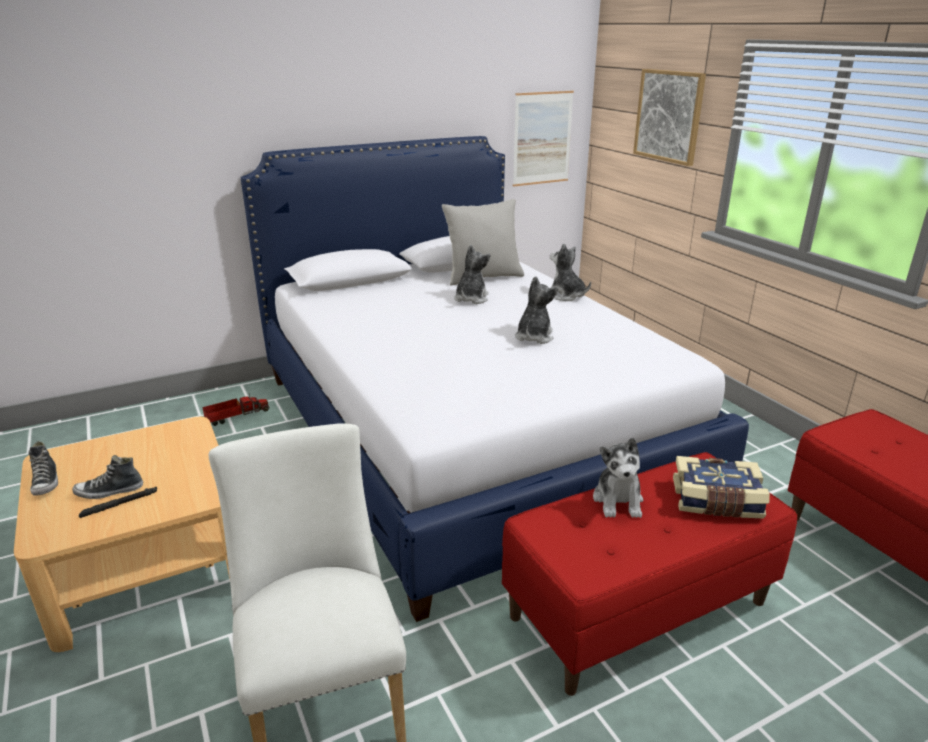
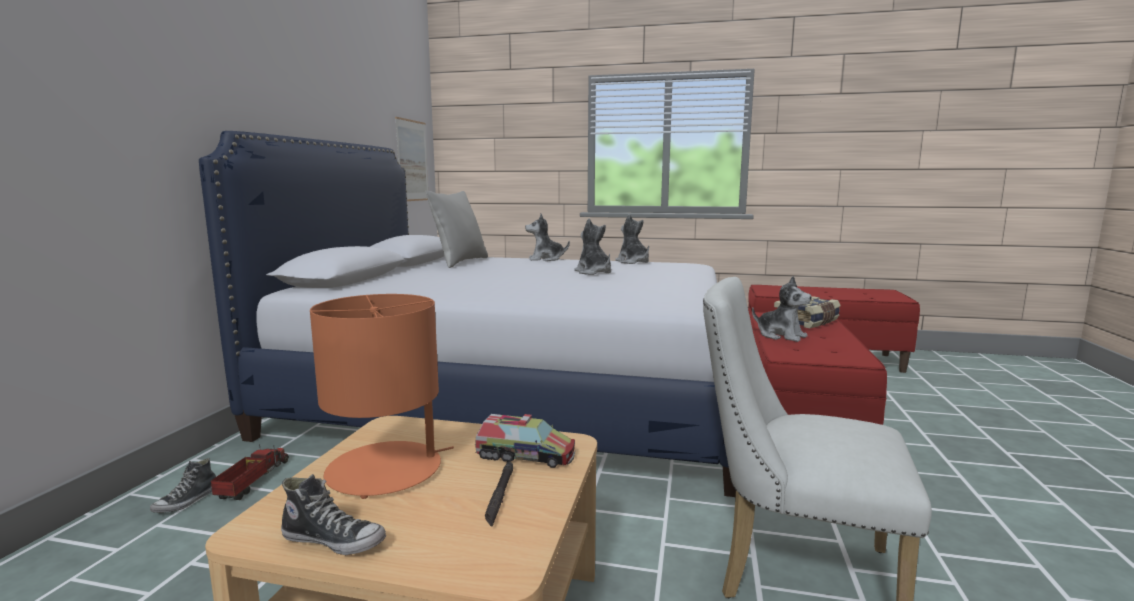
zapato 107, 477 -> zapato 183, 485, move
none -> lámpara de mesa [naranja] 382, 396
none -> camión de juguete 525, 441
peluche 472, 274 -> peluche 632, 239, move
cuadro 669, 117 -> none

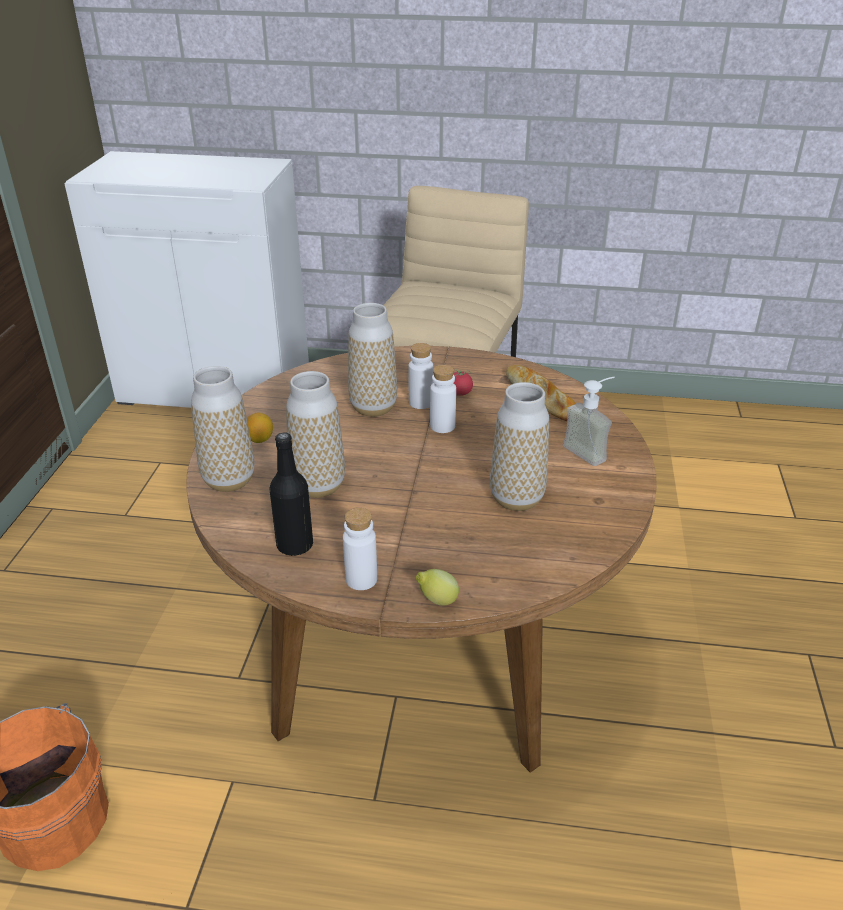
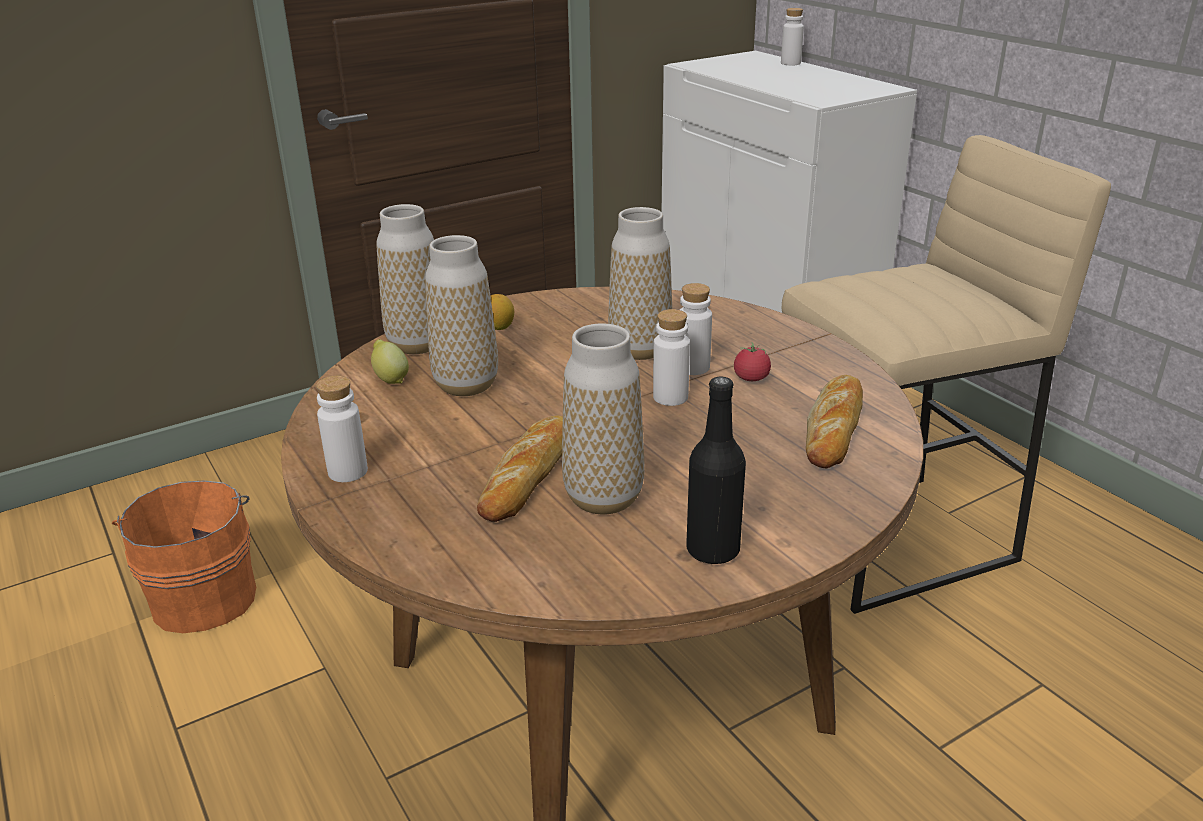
limón 437, 587 -> limón 390, 361, move
none -> pan 520, 468
botella [negro] 291, 494 -> botella [negro] 716, 470, move
none -> botella [blanco] 792, 37
dispensador de jabón 588, 421 -> none

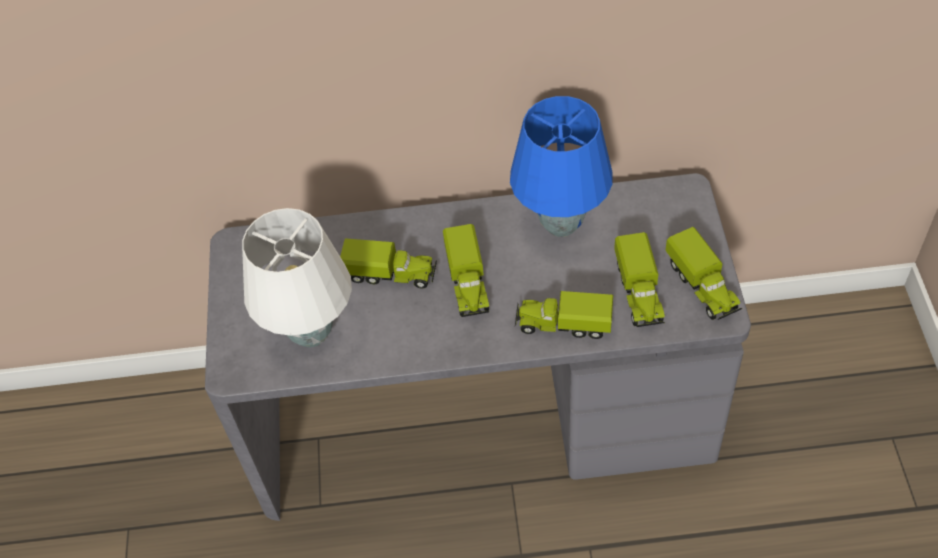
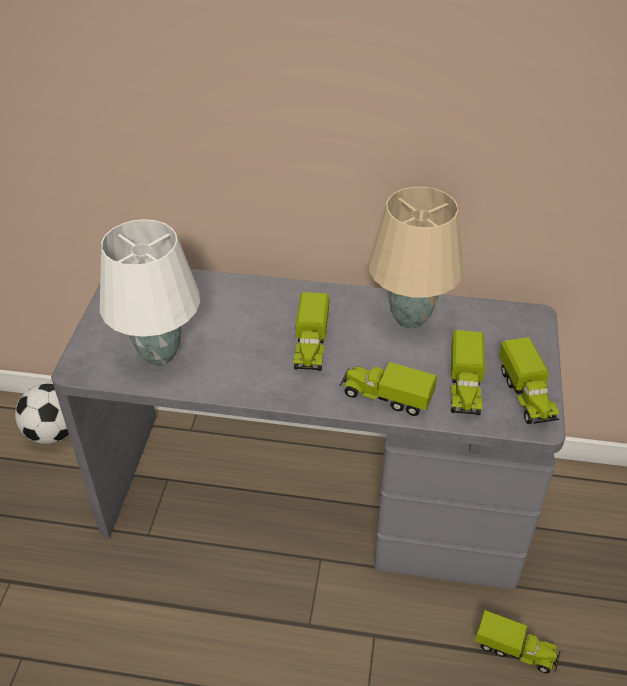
none -> balón de fútbol 42, 414
lámpara de mesa [azul] 561, 166 -> lámpara de mesa [beis] 416, 257
camión de juguete 388, 263 -> camión de juguete 518, 641, move

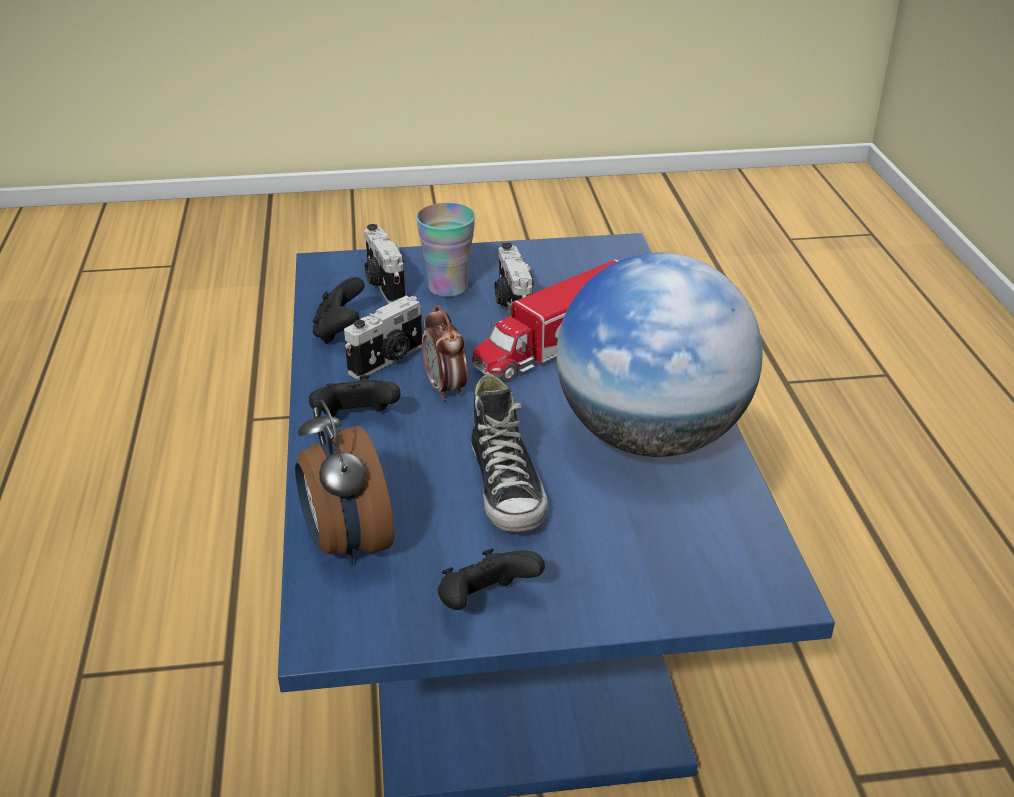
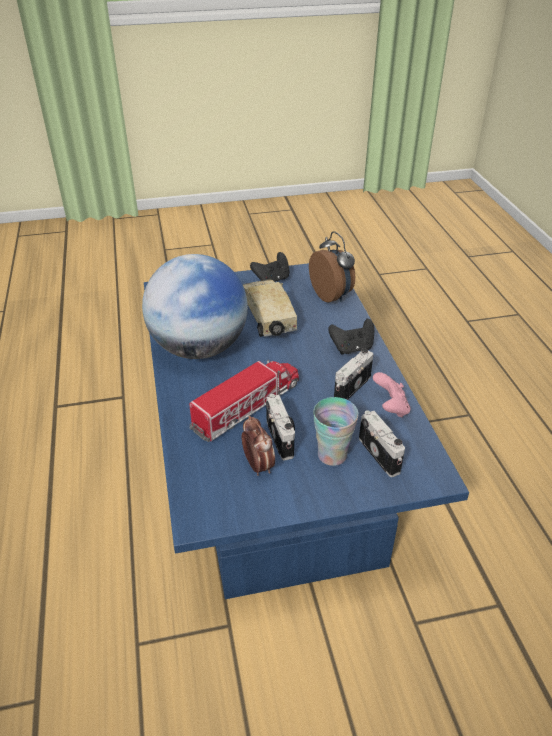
despertador 444, 353 -> despertador 258, 446, move
zapato 509, 453 -> camión de juguete 270, 308
mando de consola [negro] 339, 310 -> mando de consola [rosa] 391, 395

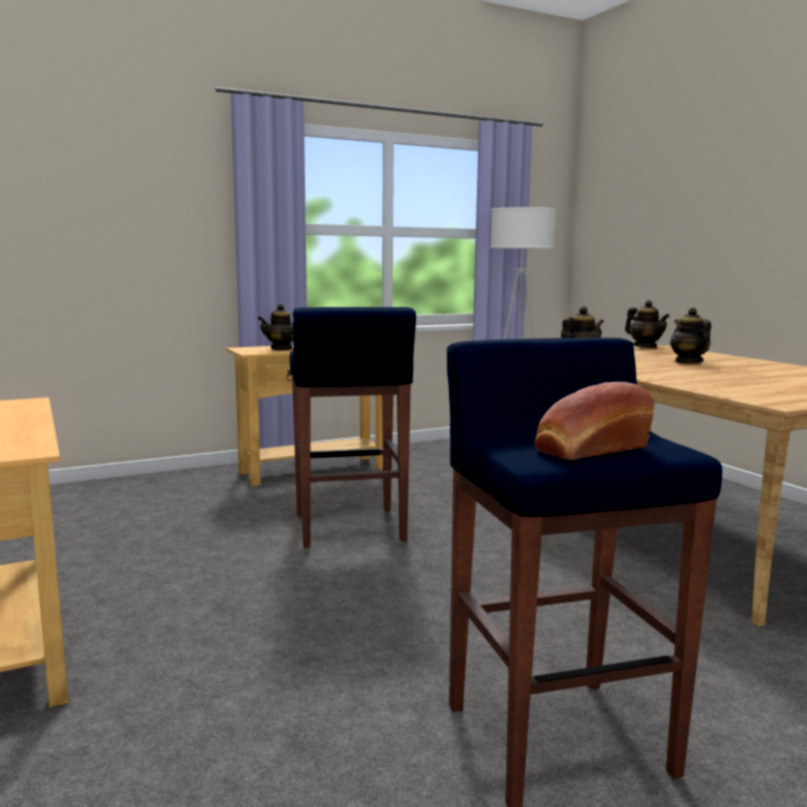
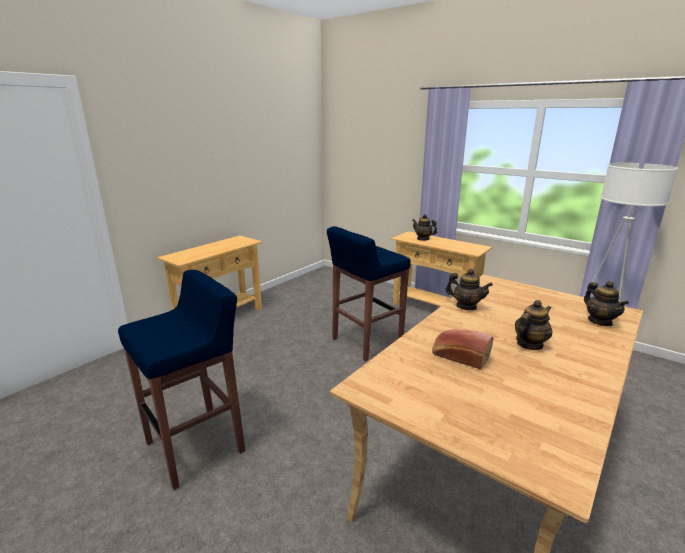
pan 595, 421 -> pan 463, 349, move
tetera 647, 324 -> tetera 606, 303, 45 degrees counterclockwise

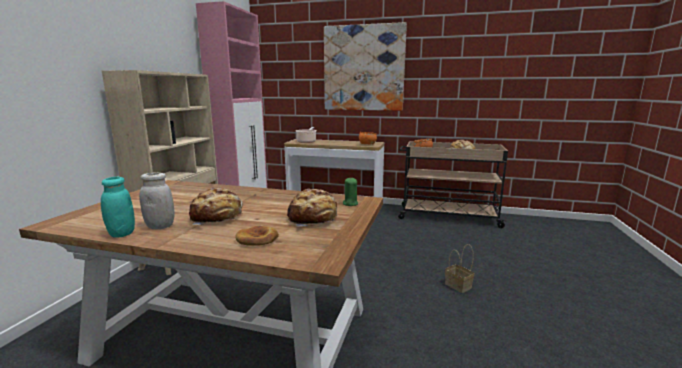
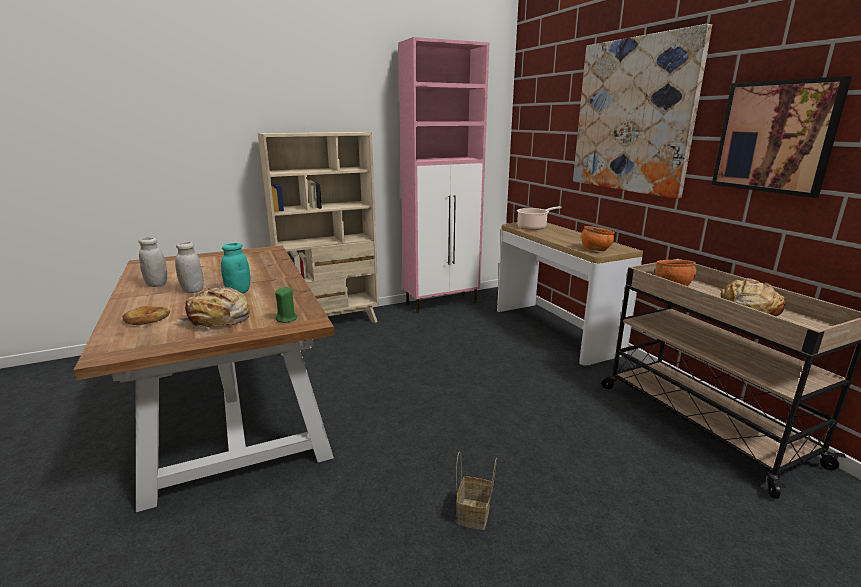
pan 216, 206 -> tarro [blanco] 189, 267
tarro [turquesa] 118, 207 -> tarro [turquesa] 235, 268, move
none -> cuadro 782, 137

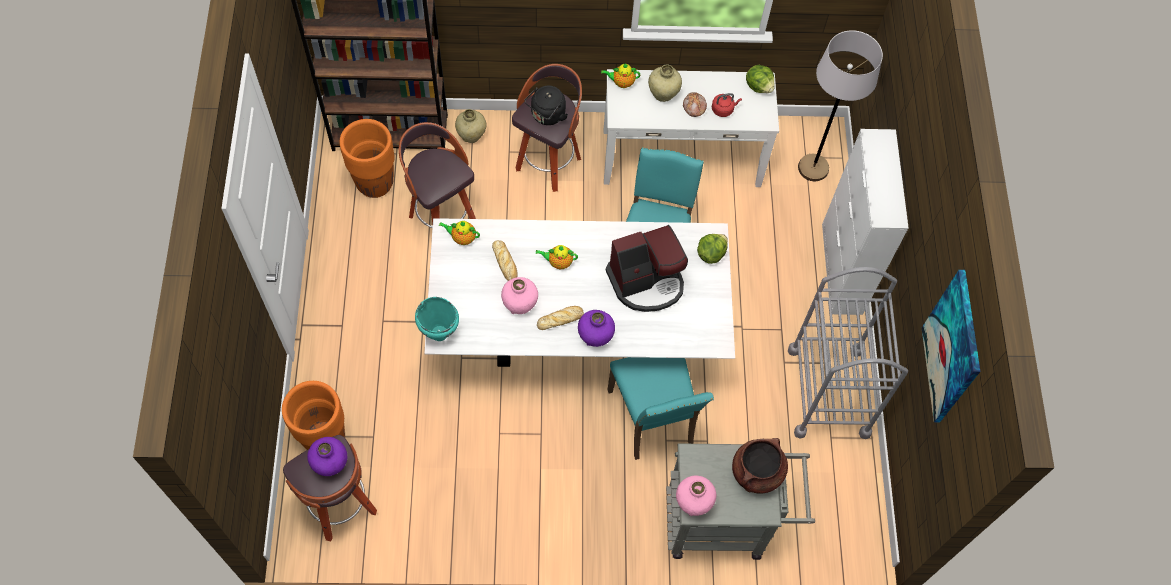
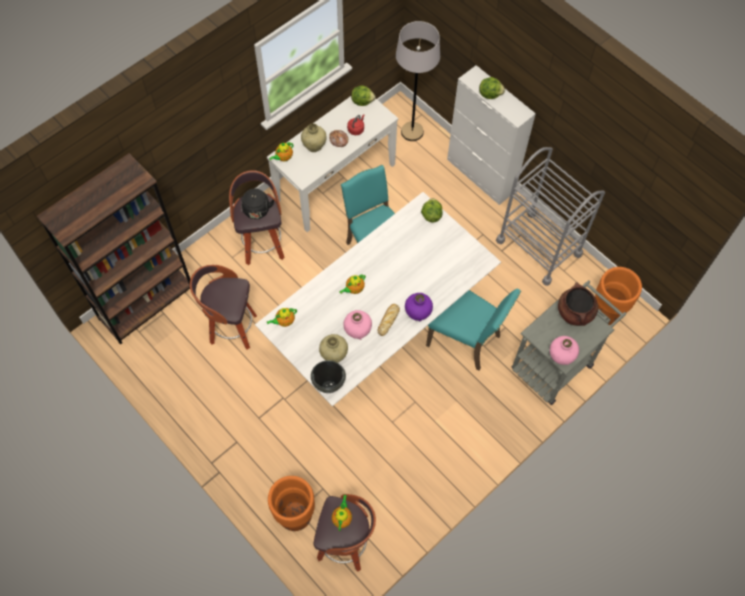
olla [turquesa] 437, 319 -> olla [negro] 328, 376
florero [beis] 470, 126 -> florero [beis] 333, 348, move
florero [morado] 327, 456 -> tetera 342, 513
none -> lechuga 492, 88
maceta [naranja] 367, 158 -> maceta [naranja] 618, 296, move
pan 505, 260 -> none
cafetera 647, 268 -> none
cuadro 951, 346 -> none

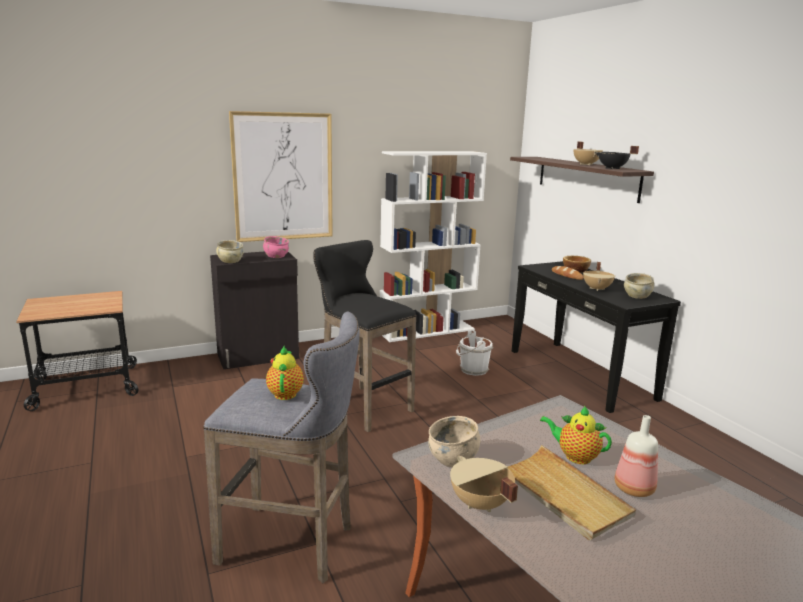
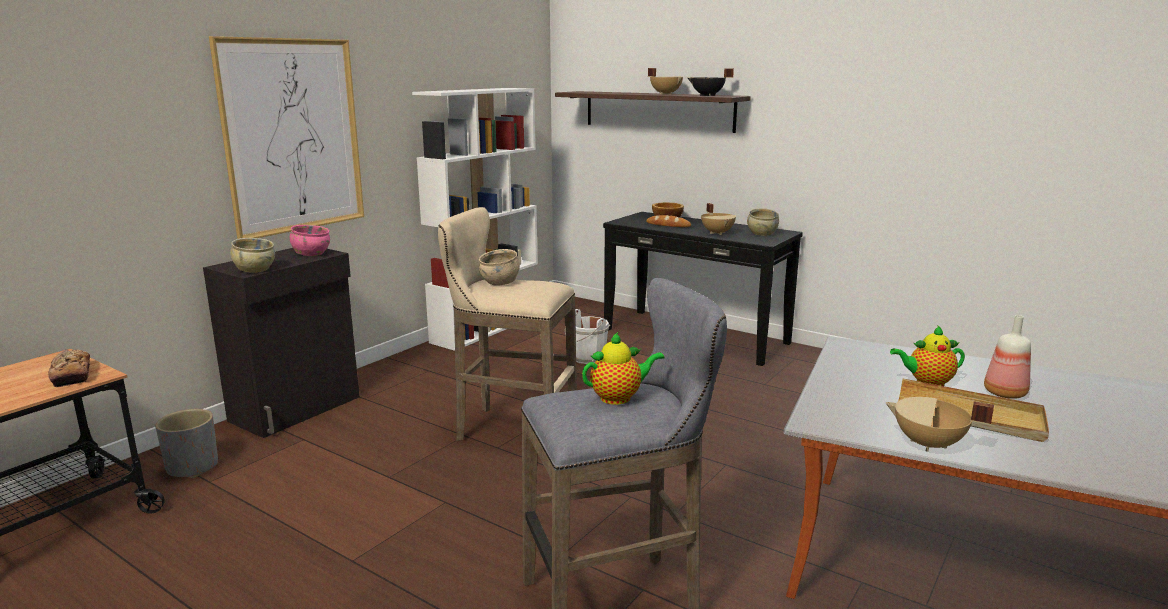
none -> pan 69, 368
none -> maceta [gris] 186, 443
taburete [negro] 364, 336 -> taburete [beis] 507, 324
cuenco [beis] 454, 441 -> cuenco [beis] 499, 267, move
tetera 285, 373 -> tetera 623, 368, 105 degrees clockwise

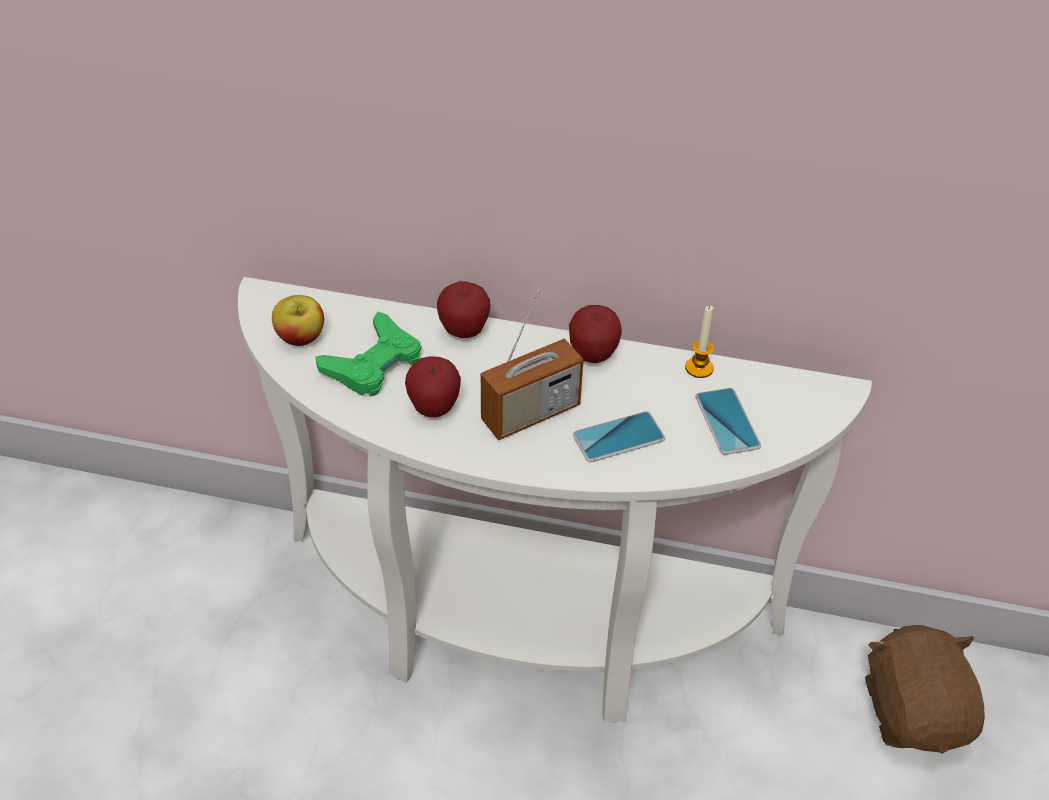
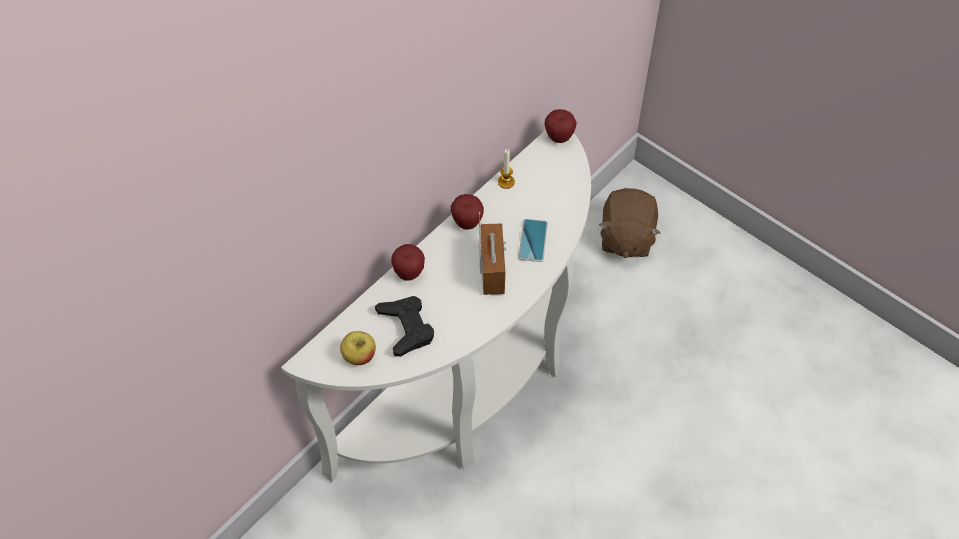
mando de consola [verde] 368, 354 -> mando de consola [negro] 404, 326
manzana 433, 386 -> manzana 560, 126, move
peluche [marrón] 925, 689 -> peluche [marrón] 629, 223, 105 degrees counterclockwise
móvil 728, 421 -> none

